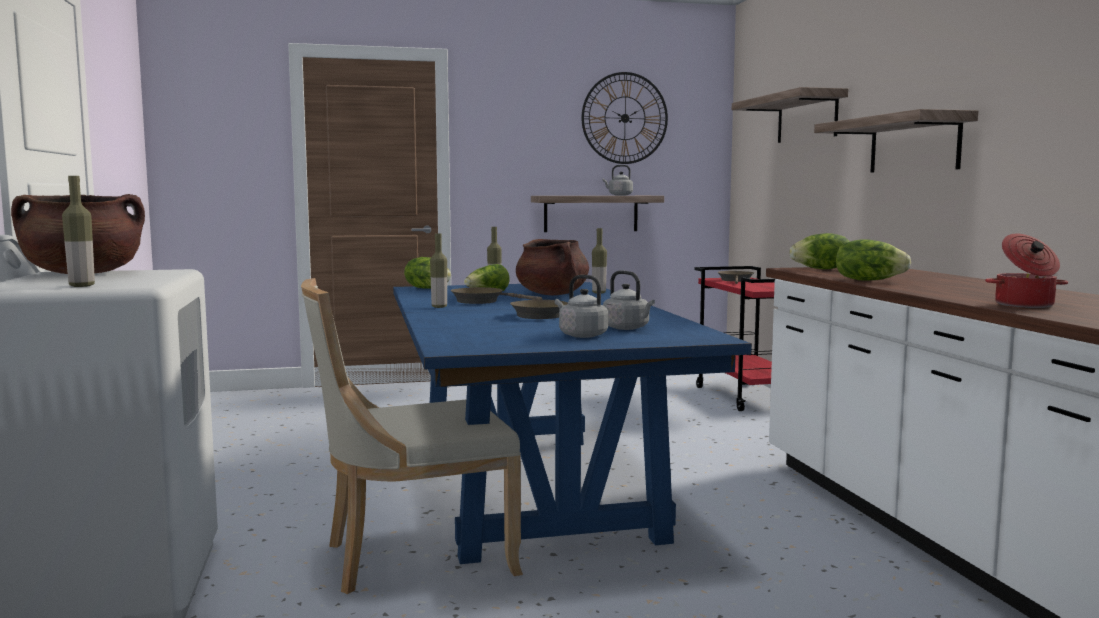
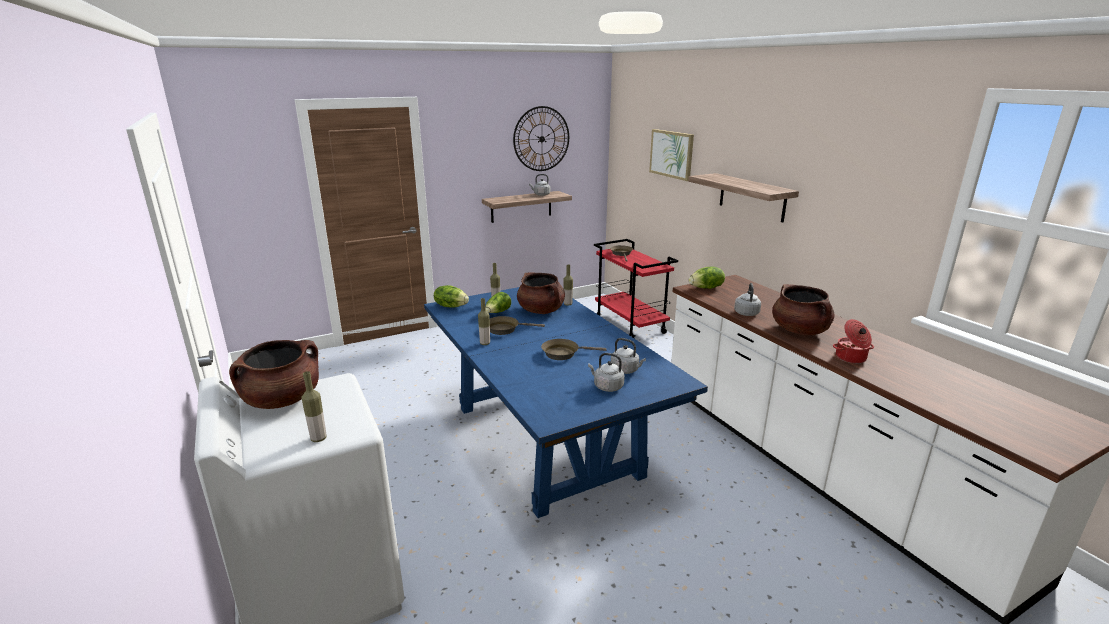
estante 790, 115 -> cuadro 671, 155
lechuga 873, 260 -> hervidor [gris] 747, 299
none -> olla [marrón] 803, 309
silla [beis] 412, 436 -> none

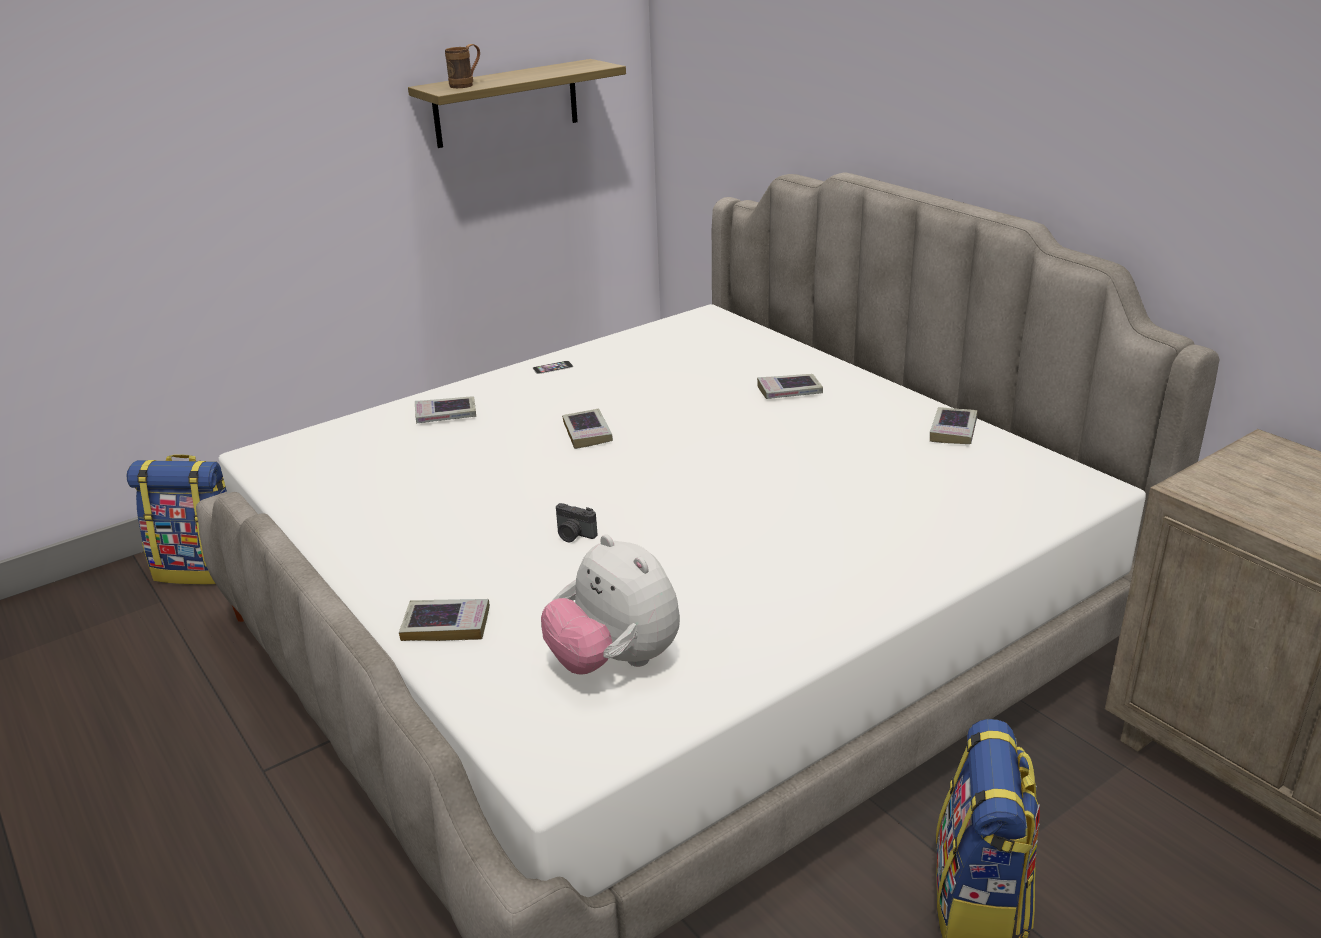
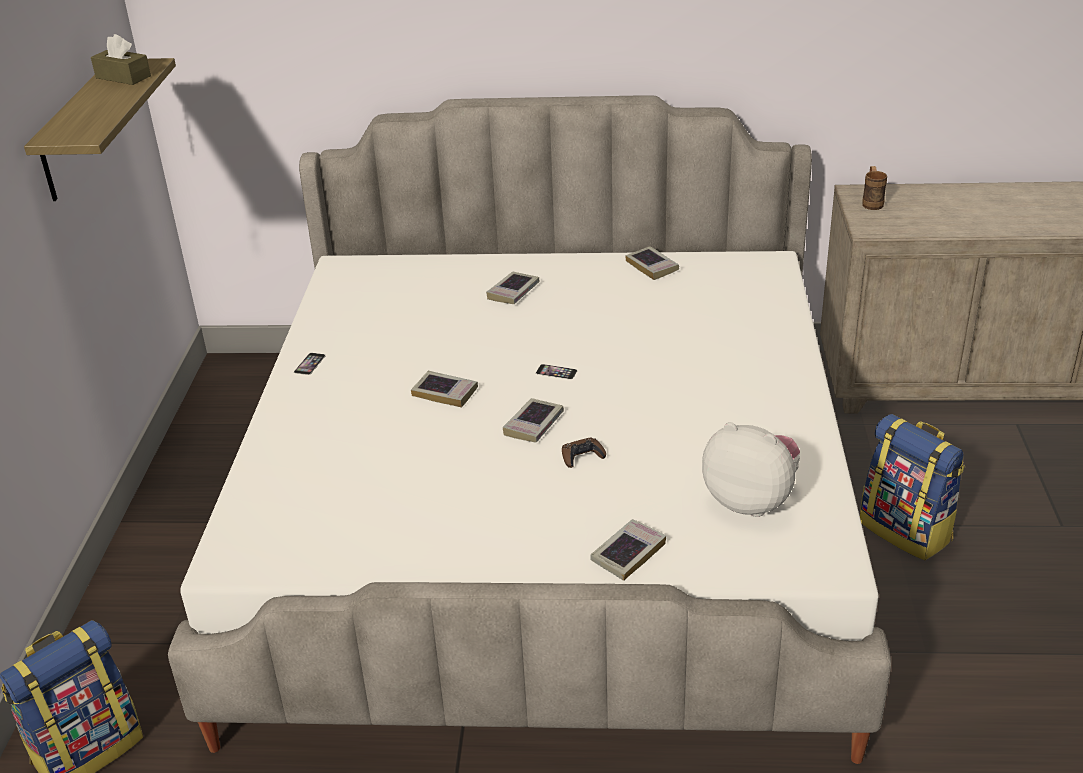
none -> caja de pañuelos [marrón] 121, 59
libro 445, 410 -> libro 533, 420, move
none -> móvil 556, 372
cámara 576, 522 -> mando de consola [marrón] 584, 453
peluche 610, 605 -> peluche 751, 469, 150 degrees counterclockwise
taza grande [marrón] 462, 66 -> taza grande [marrón] 874, 188, move

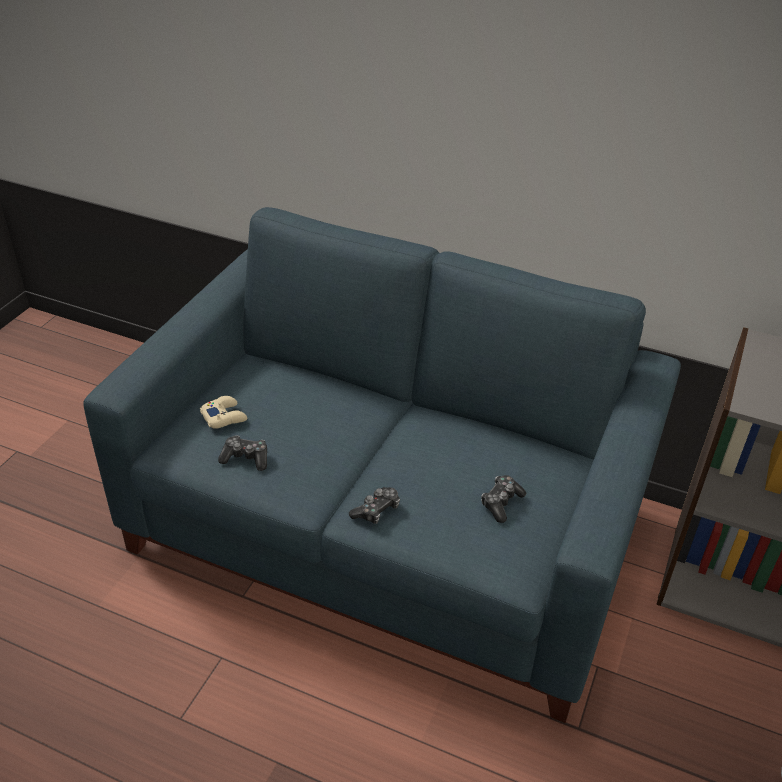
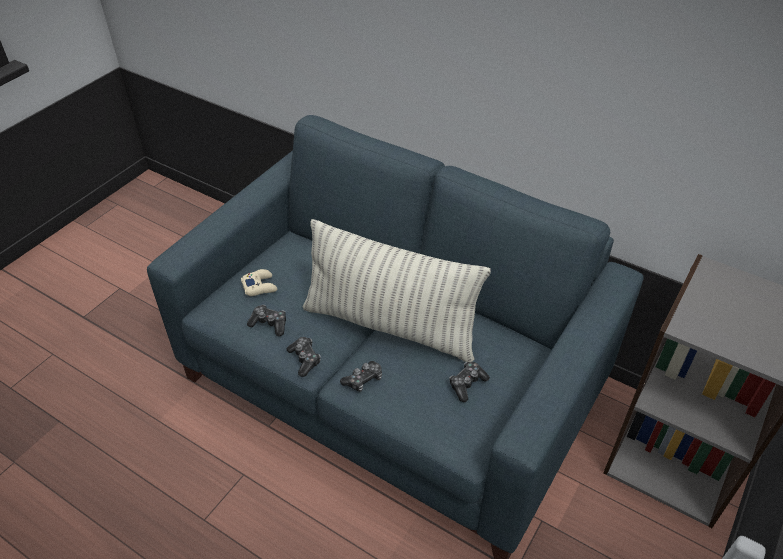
none -> mando de consola 304, 357
none -> cojín 397, 290

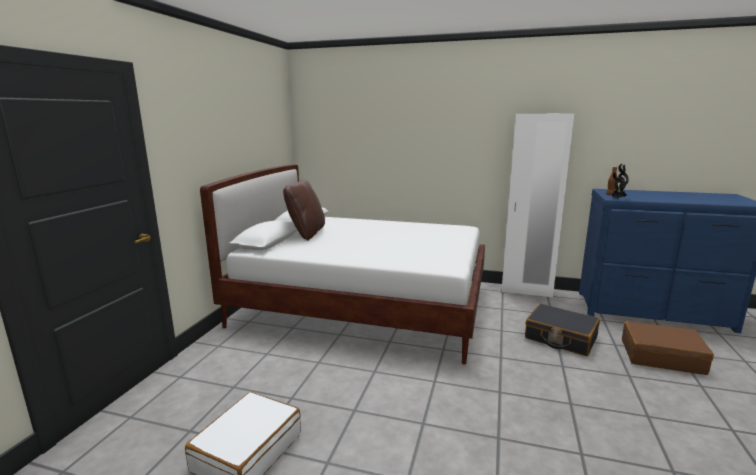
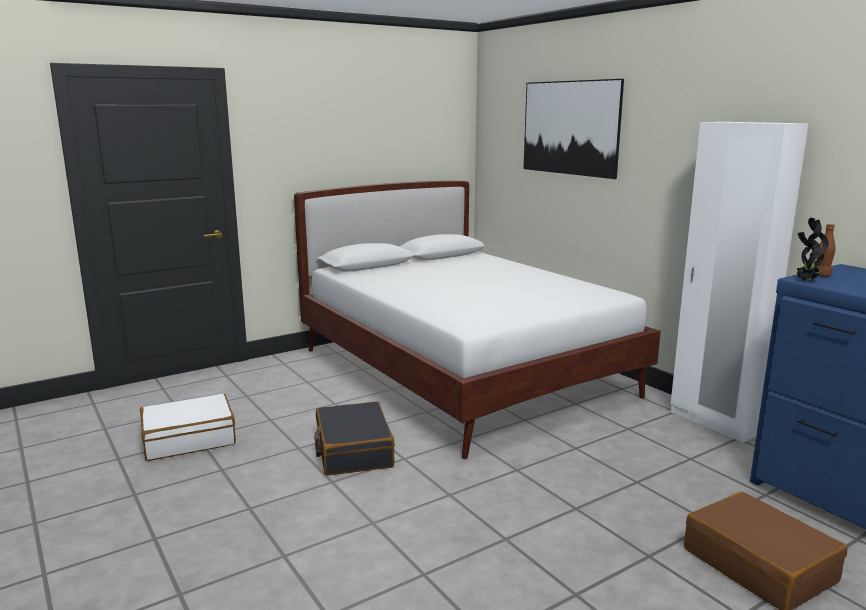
maleta [negro] 562, 330 -> maleta [negro] 354, 438, move
none -> cuadro 573, 129
cojín [marrón] 304, 210 -> none

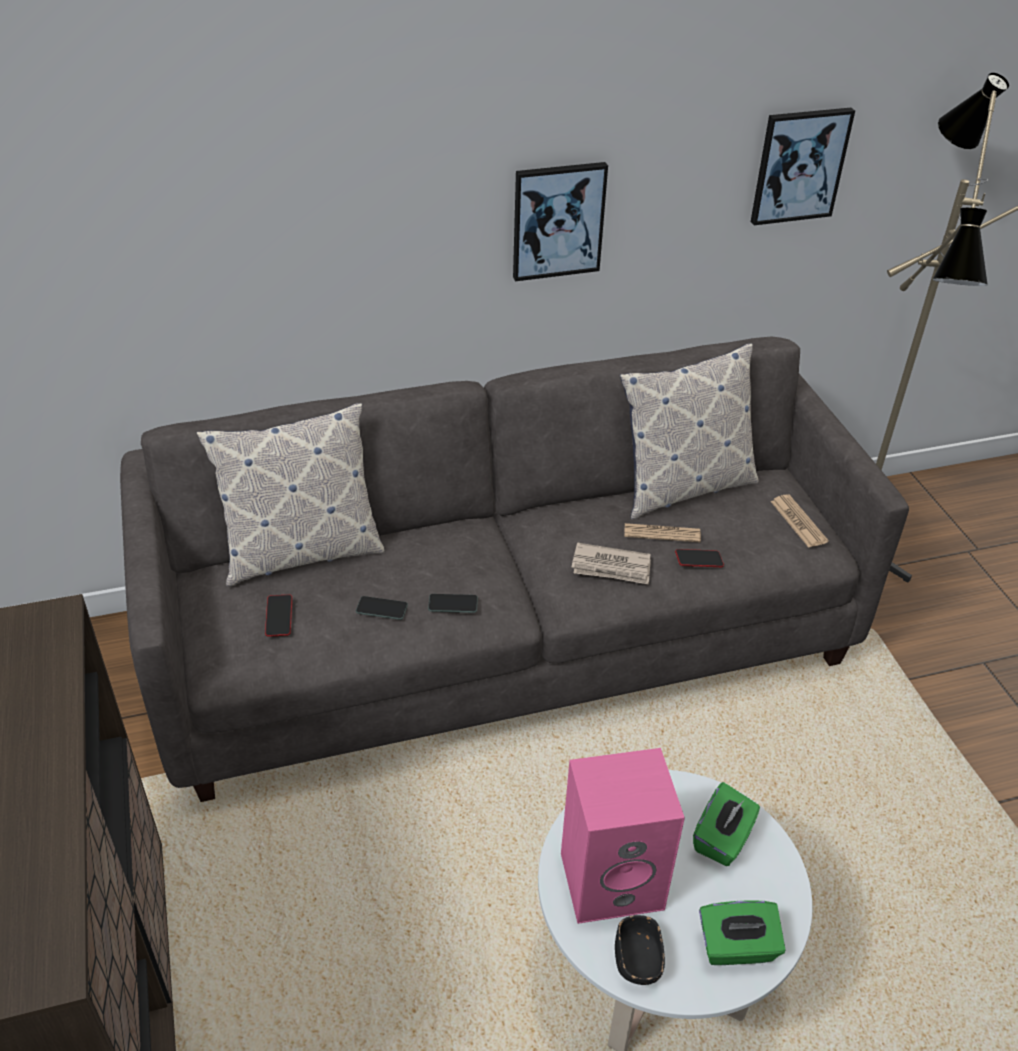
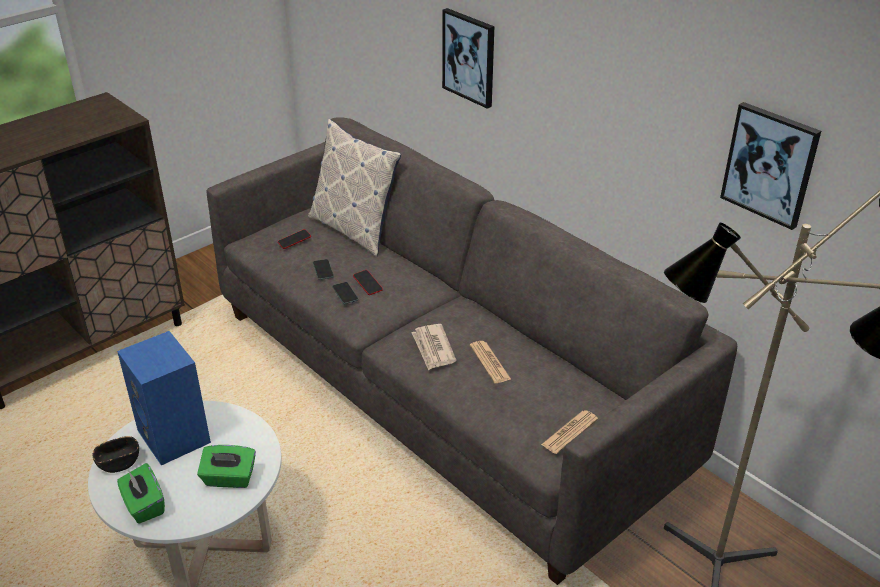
altavoz [rosa] 623, 836 -> altavoz [azul] 164, 398
móvil 699, 558 -> móvil 368, 282, move
cuadro 560, 221 -> cuadro 468, 58, move
cojín 689, 431 -> none

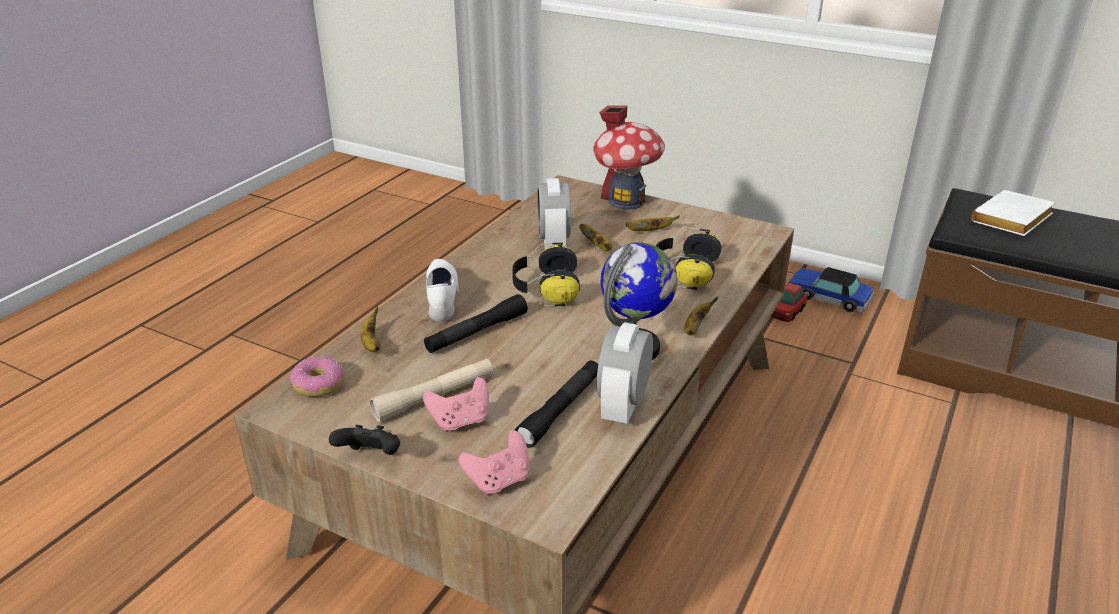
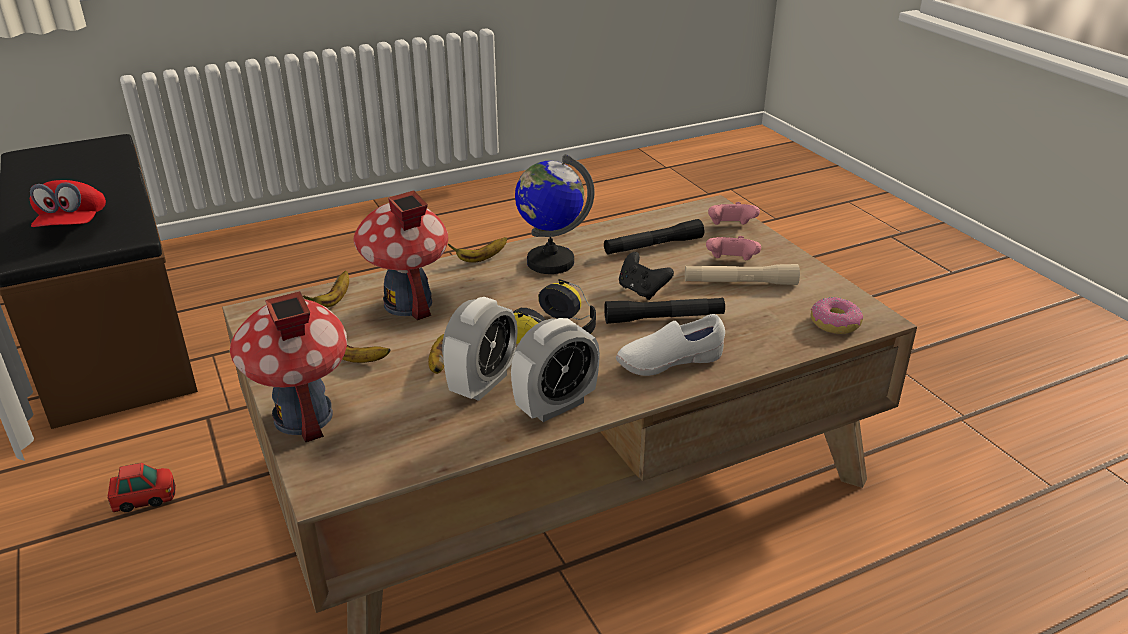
libro [blanco] 1013, 213 -> gorra [rojo] 68, 203
plátano 371, 329 -> plátano 326, 289, move
auriculares 689, 259 -> casita 400, 255
despertador 625, 373 -> despertador 555, 370, move
zapato [blanco] 442, 290 -> zapato [blanco] 670, 345, 45 degrees clockwise
mando de consola [negro] 364, 440 -> mando de consola [negro] 646, 276, move
coche de juguete 831, 290 -> none

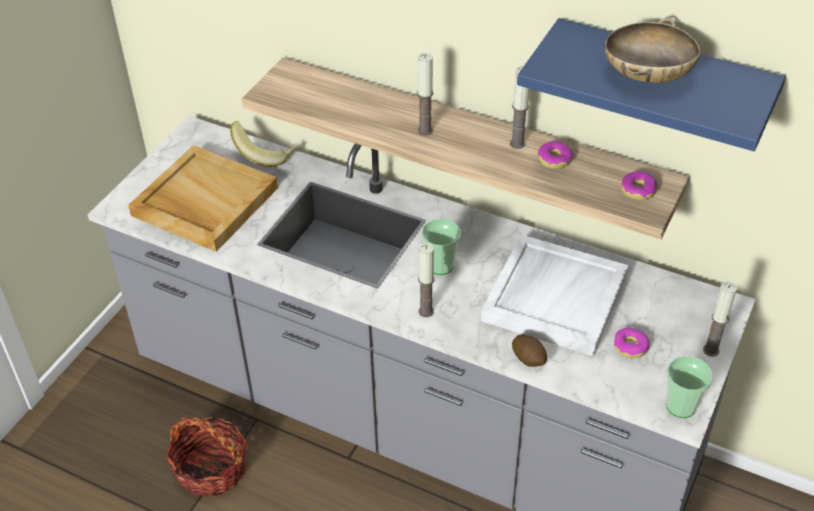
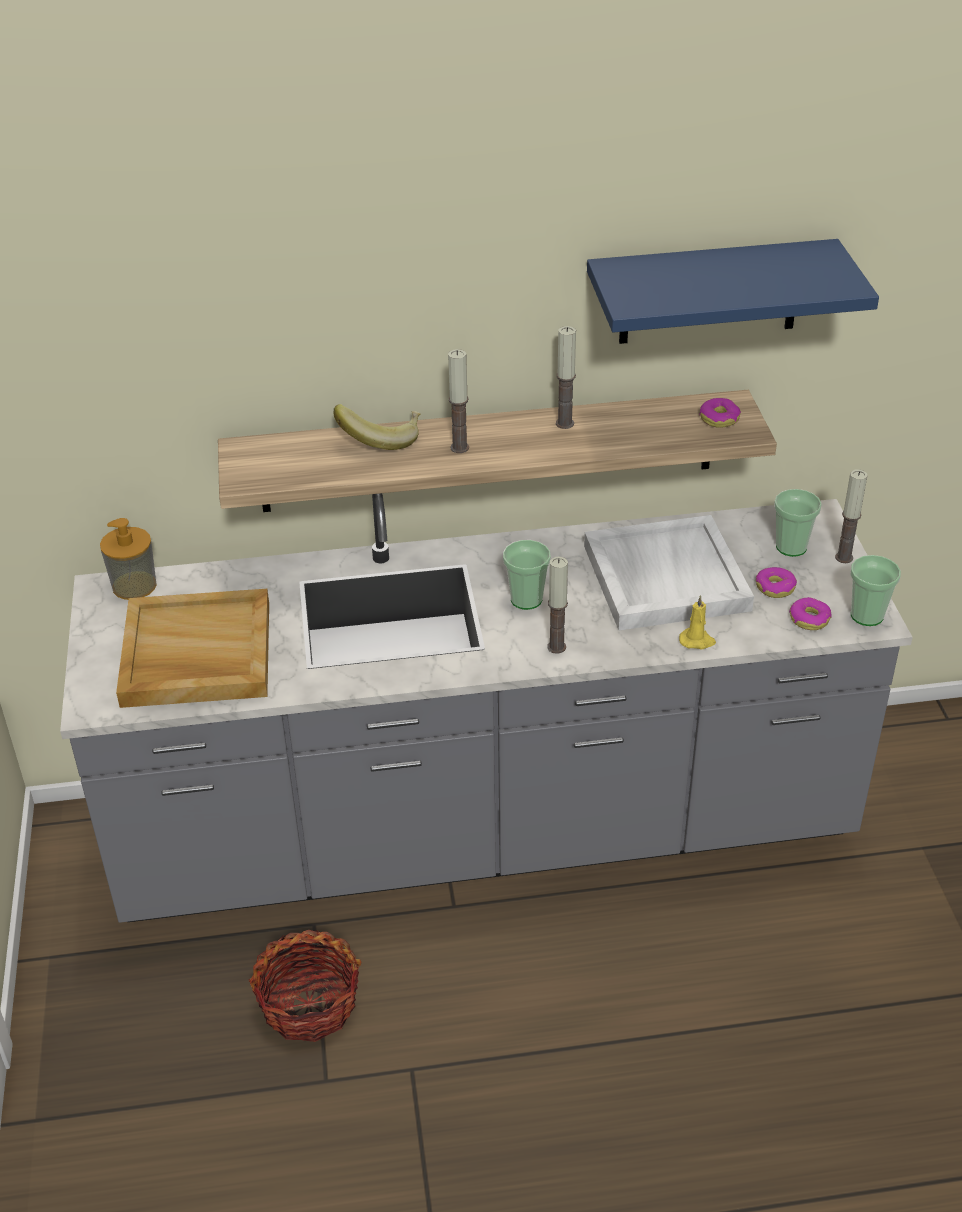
none -> dispensador de jabón 128, 559
plátano 264, 144 -> plátano 377, 427, move
patata 529, 350 -> vela [amarillo] 697, 622
none -> taza 798, 523
rosquilla 555, 155 -> rosquilla 810, 613, move
cuenco [beis] 652, 50 -> none

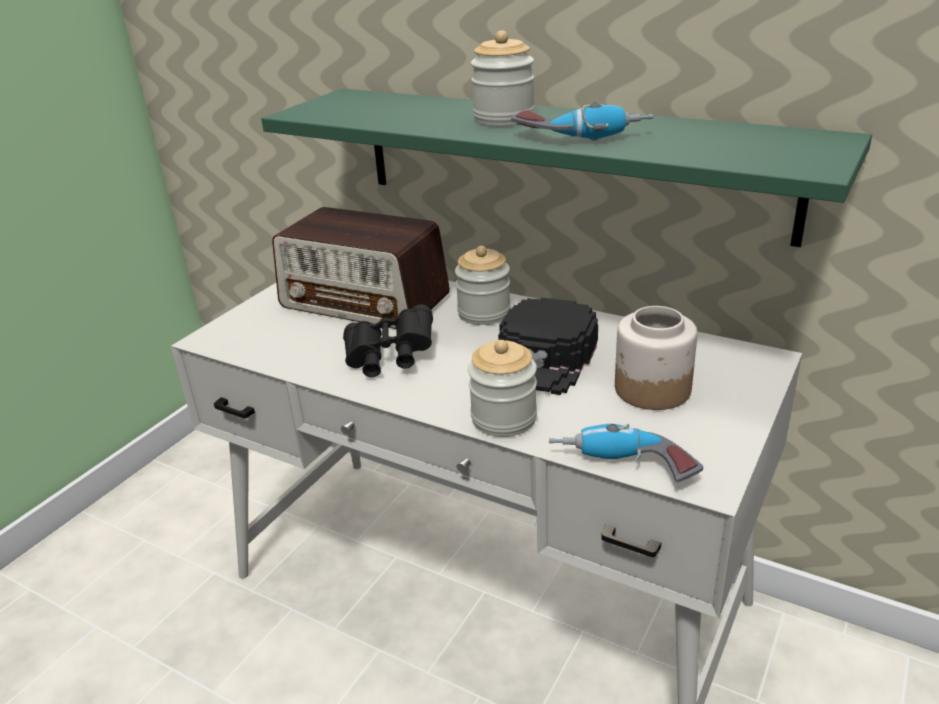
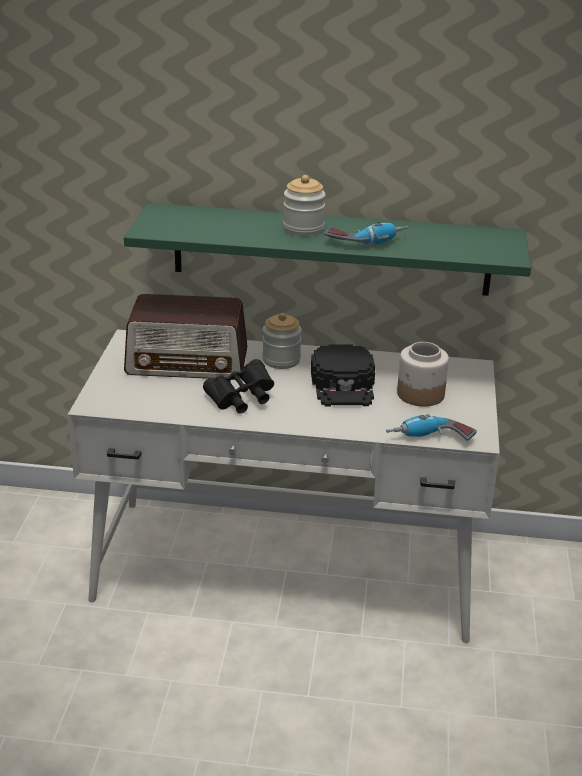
tarro 502, 388 -> none

